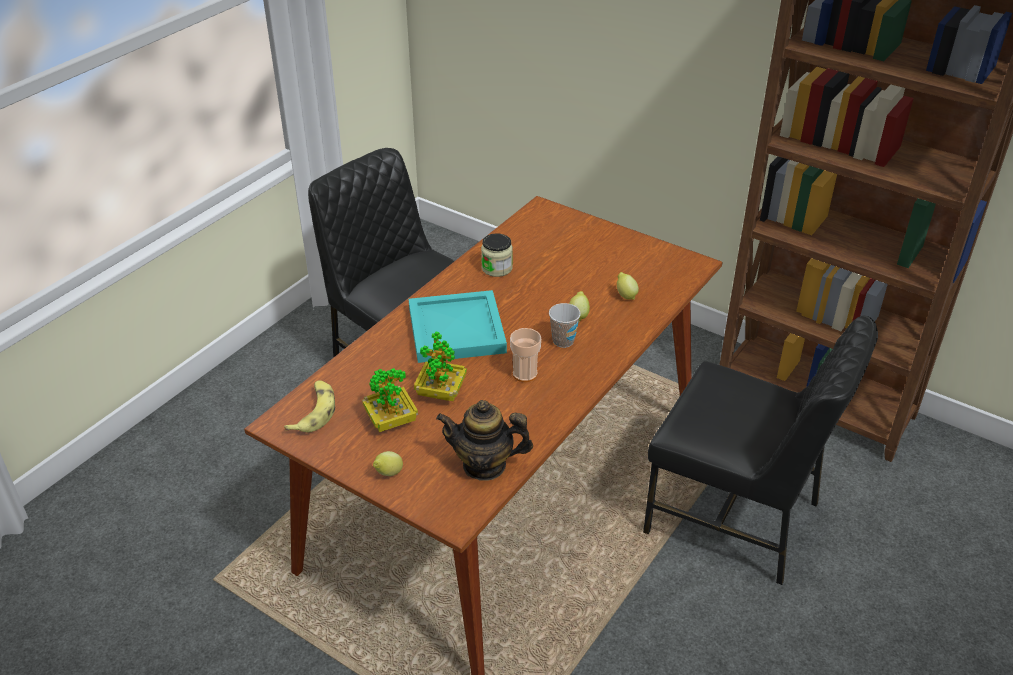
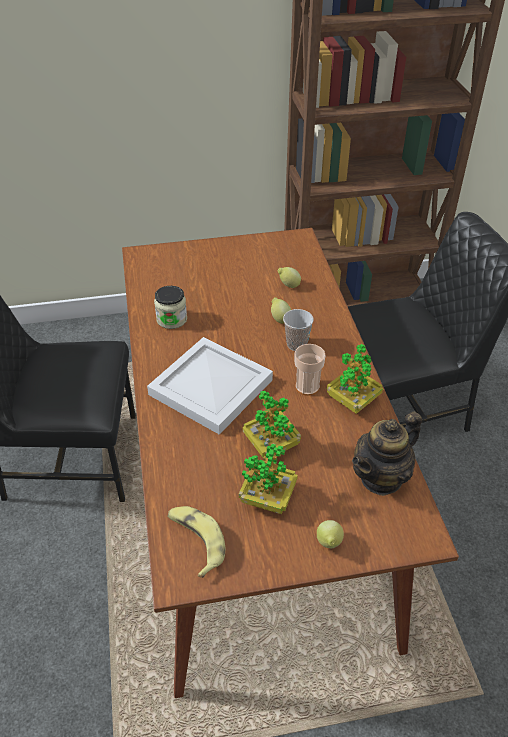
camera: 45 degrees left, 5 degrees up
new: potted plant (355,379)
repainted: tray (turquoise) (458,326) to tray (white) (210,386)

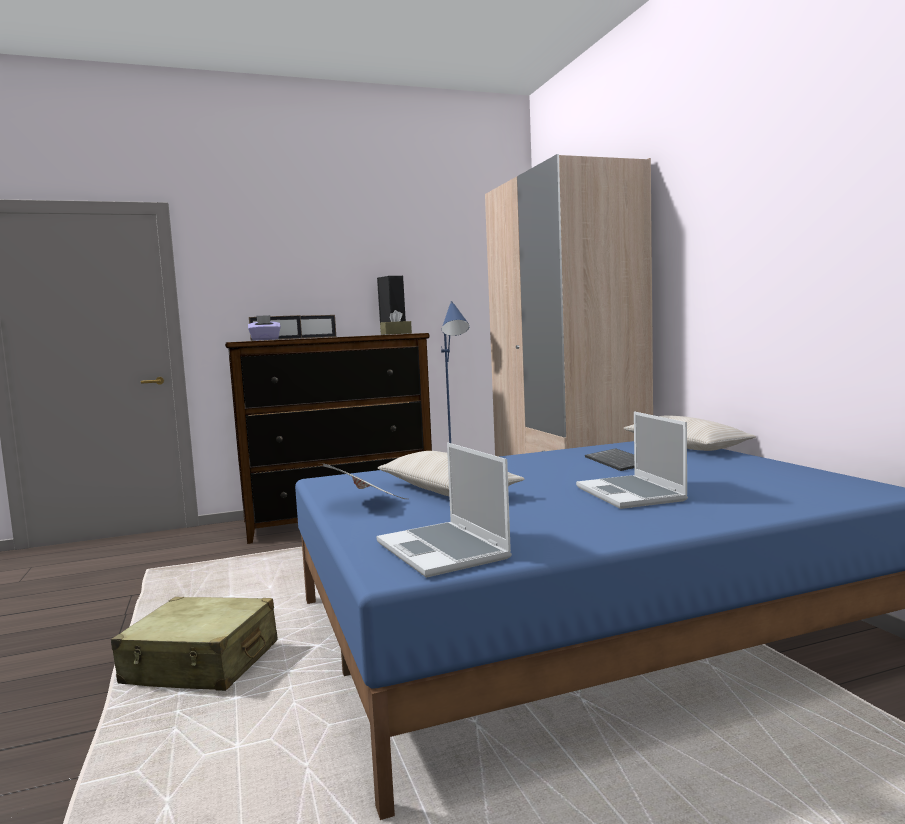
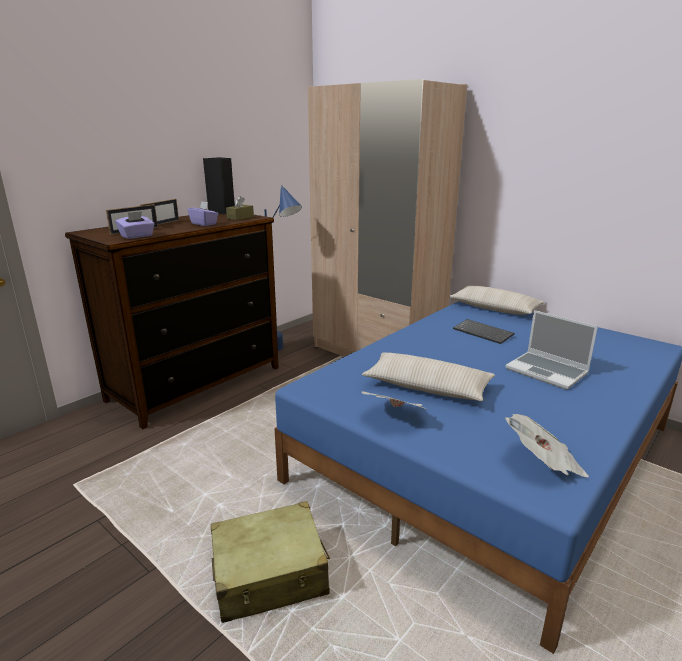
camera: 30 degrees left, 15 degrees up
new: tissue box (purple) (203,213)
swapped: laptop (444,510) to newspaper (547,445)

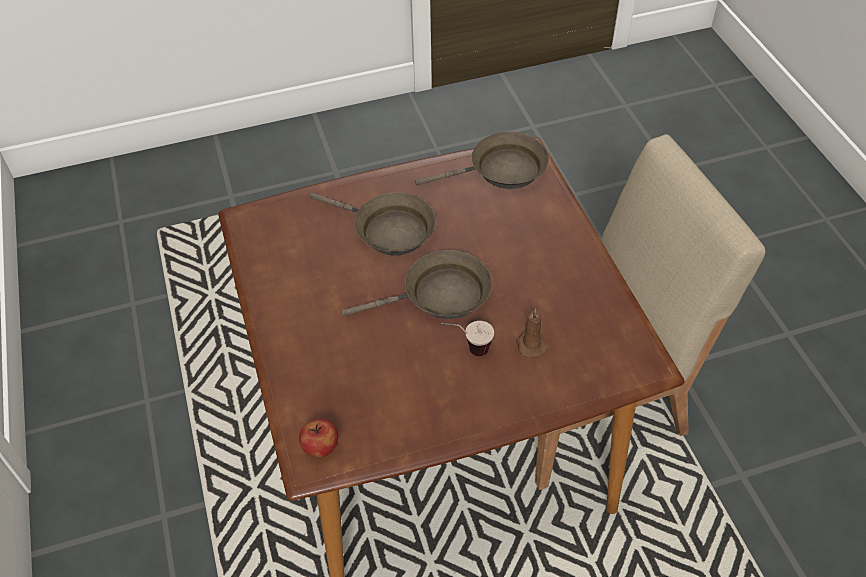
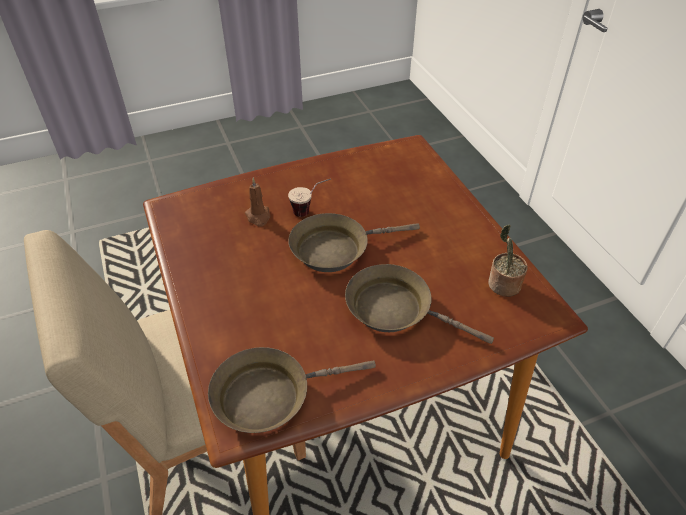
camera: 175 degrees right, 5 degrees down
gone: apple (318,438)
new: potted plant (508,261)

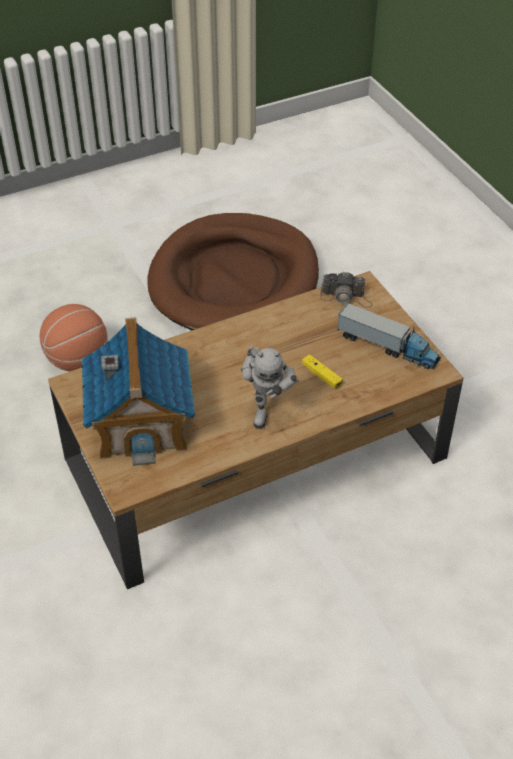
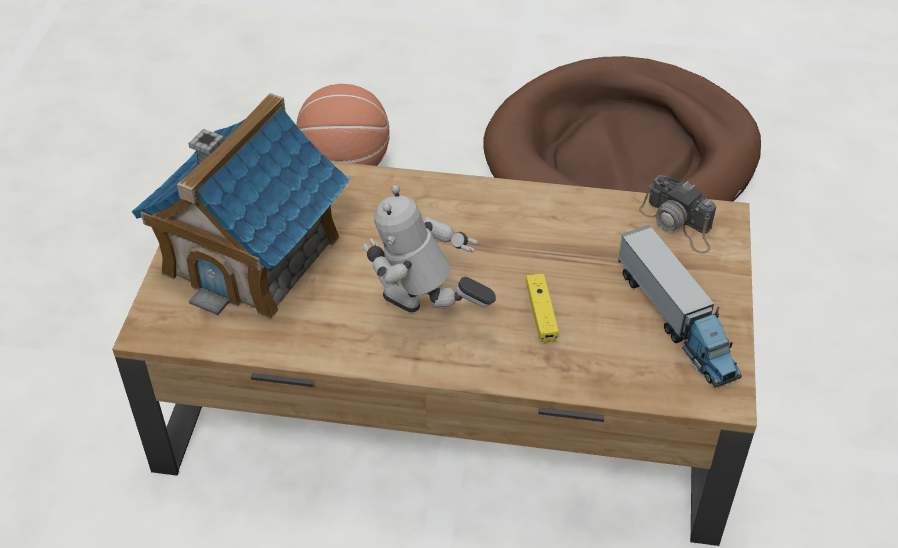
camera: 35 degrees right, 0 degrees up
rotated: toy robot (270,387) = (429,248) 75 degrees clockwise

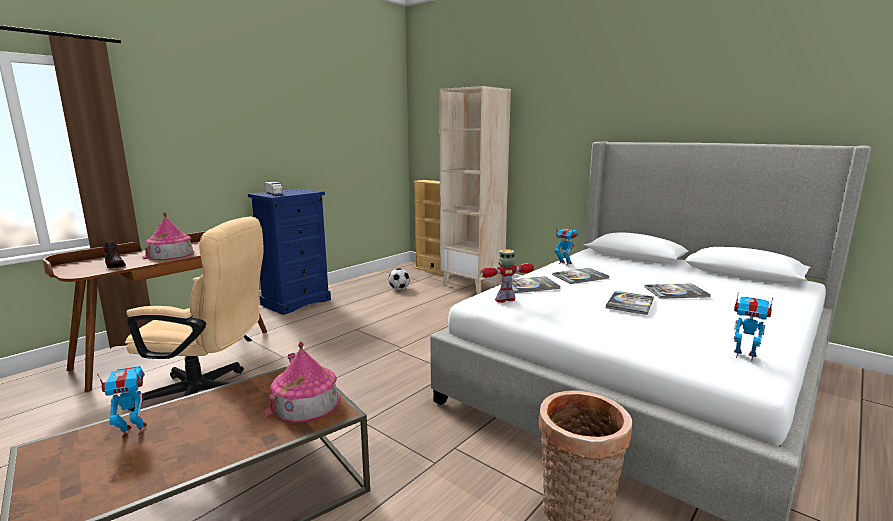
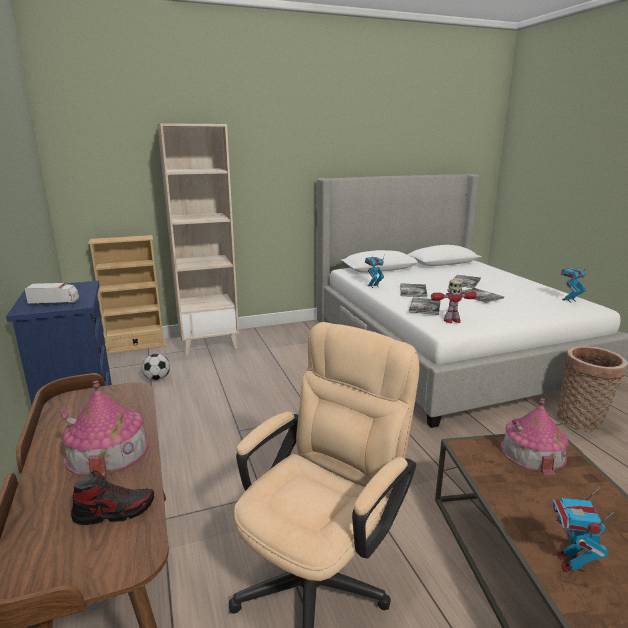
camera: 60 degrees left, 5 degrees up
rotated: toy robot (507,276) = (454,301) 105 degrees counterclockwise

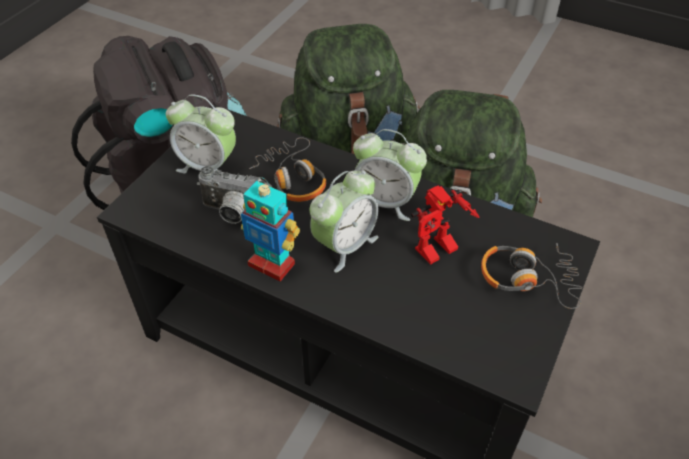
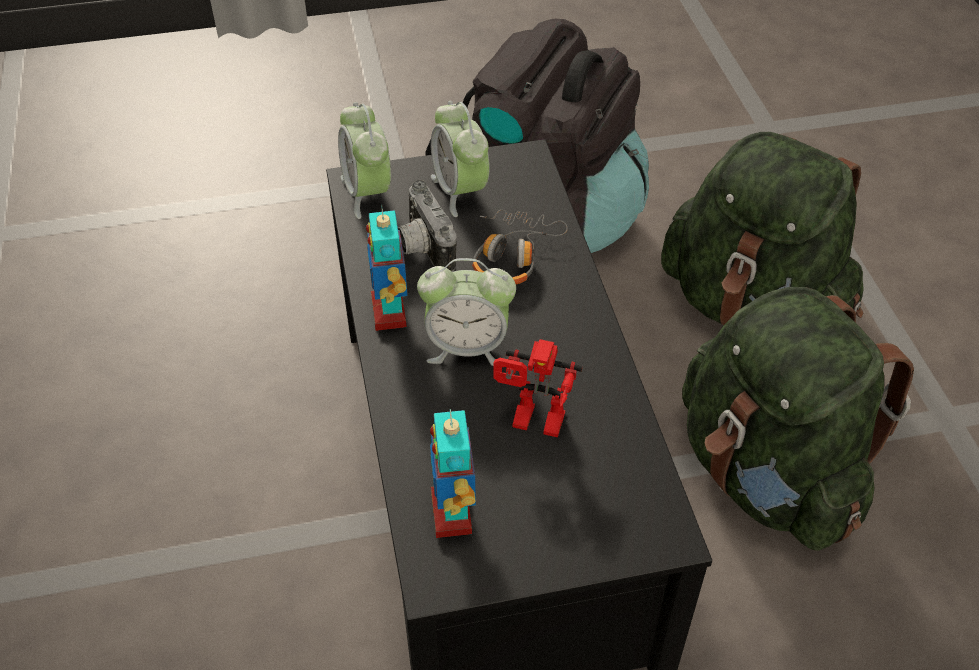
camera: 50 degrees right, 0 degrees up
gone: headphones (531,276)
new: toy robot (453,473)
shifted: alarm clock (390,175) to (364,160)

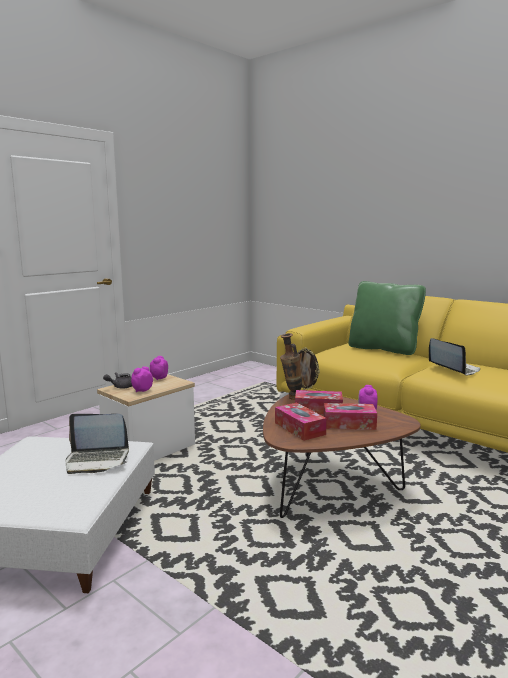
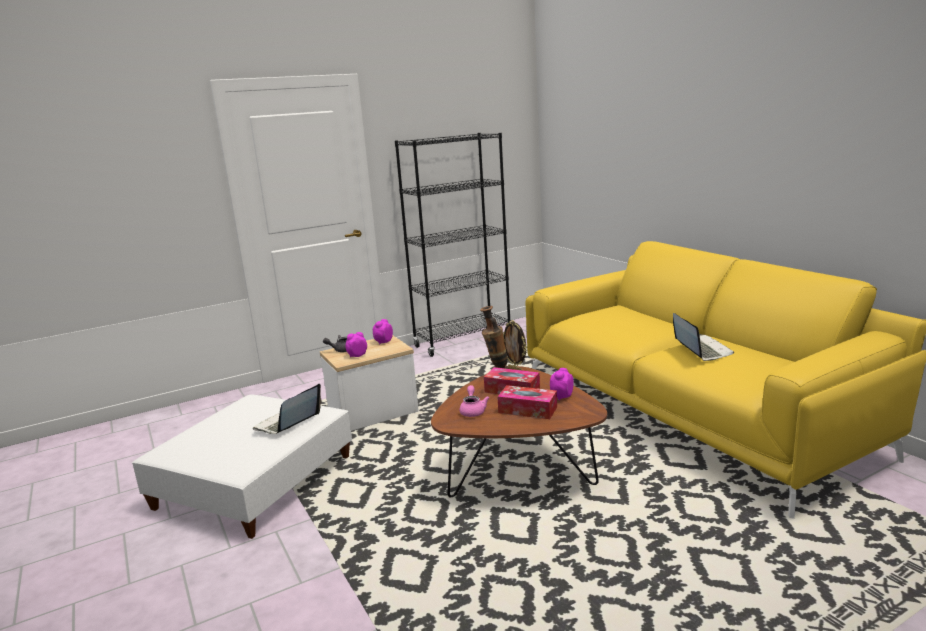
camera: 20 degrees right, 5 degrees up
gone: pillow (green) (387,318)
new: bookcase (black) (453,245)
swapped: tissue box (301,422) to teapot (pink) (475,401)
rotated: laptop (97,444) = (287,409) 105 degrees clockwise

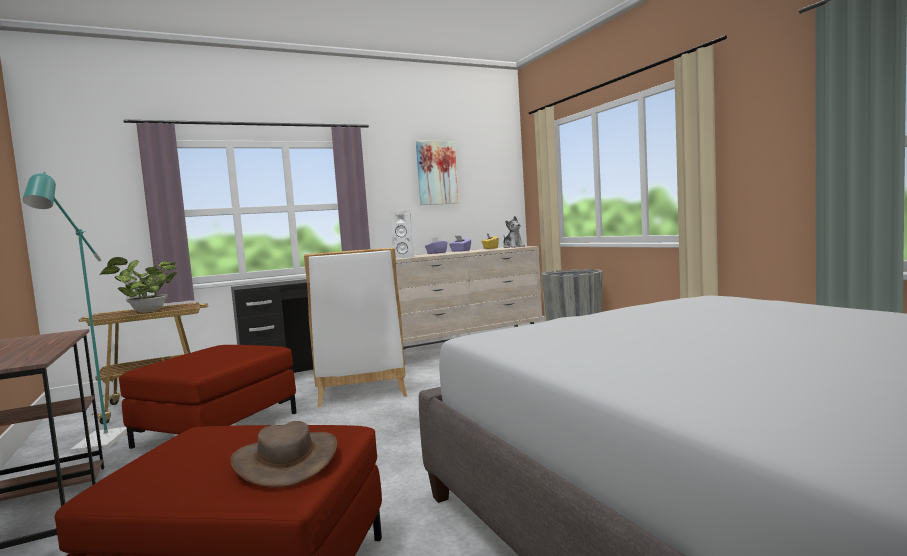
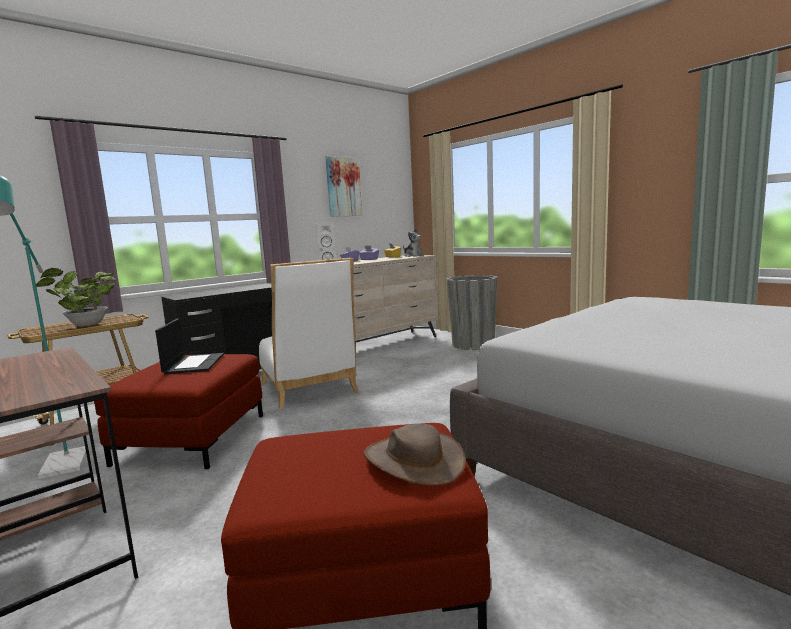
camera: 15 degrees left, 5 degrees up
new: laptop (189,346)

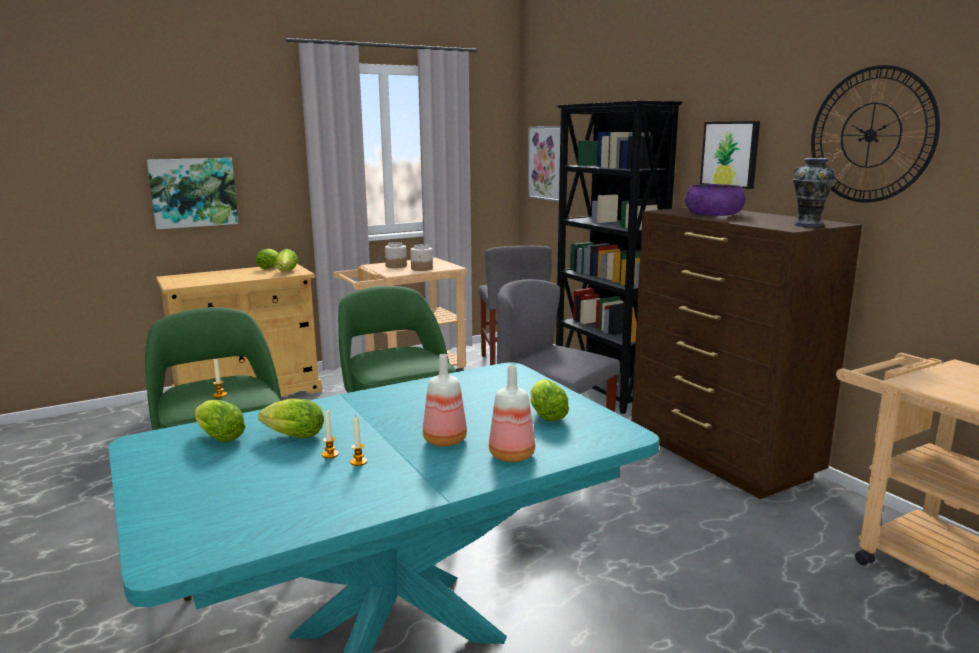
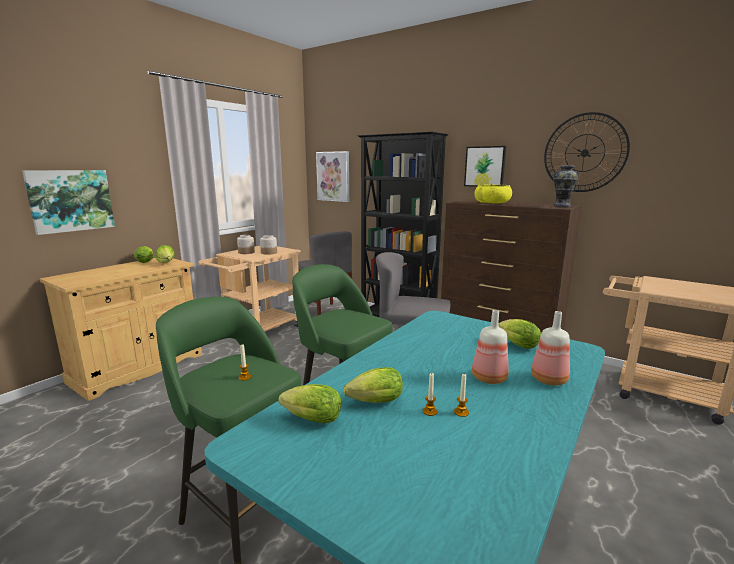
camera: 25 degrees left, 0 degrees up
repainted: bowl (purple) (714,200) to bowl (yellow) (493,193)

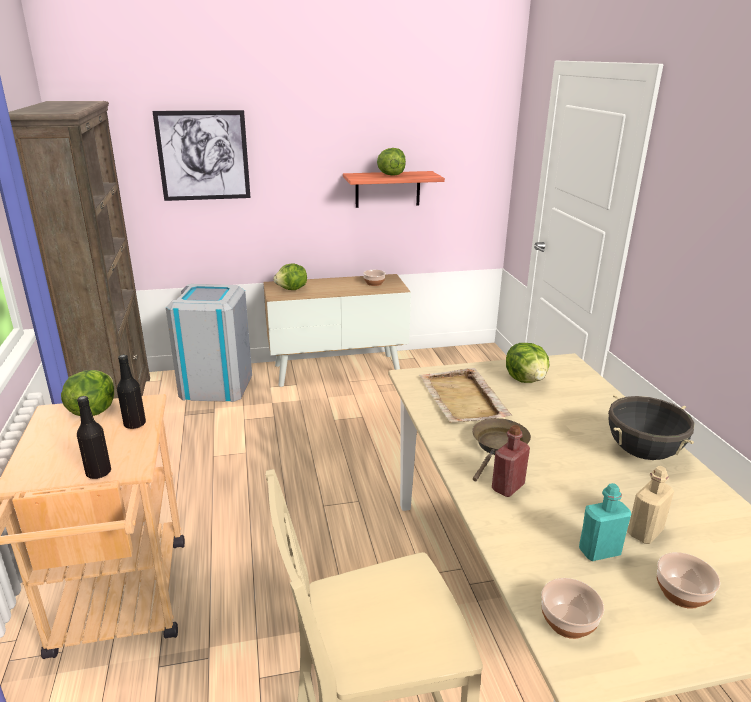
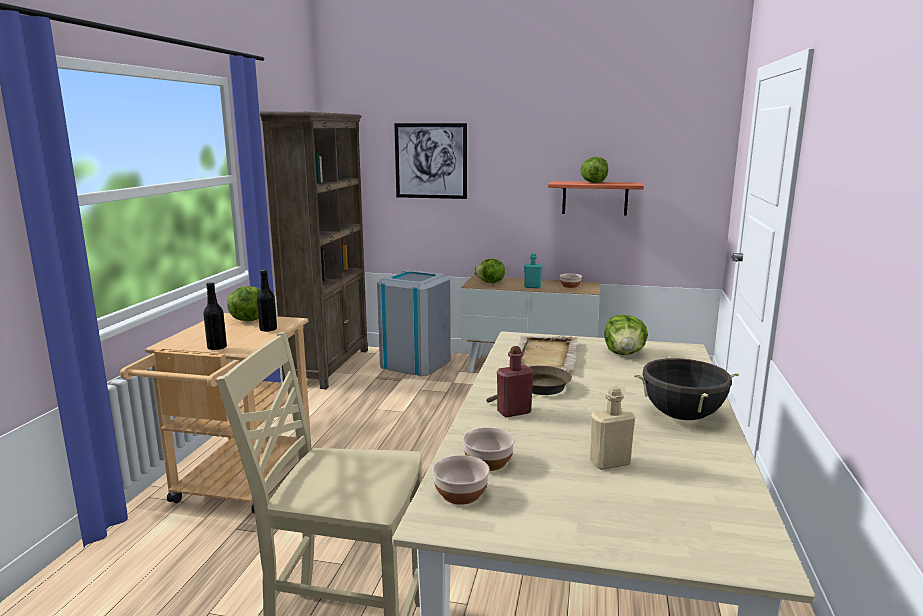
camera: 25 degrees right, 10 degrees down
shifted: bottle (turquoise) (605,522) to (533,270); bowl (688,580) to (489,449)

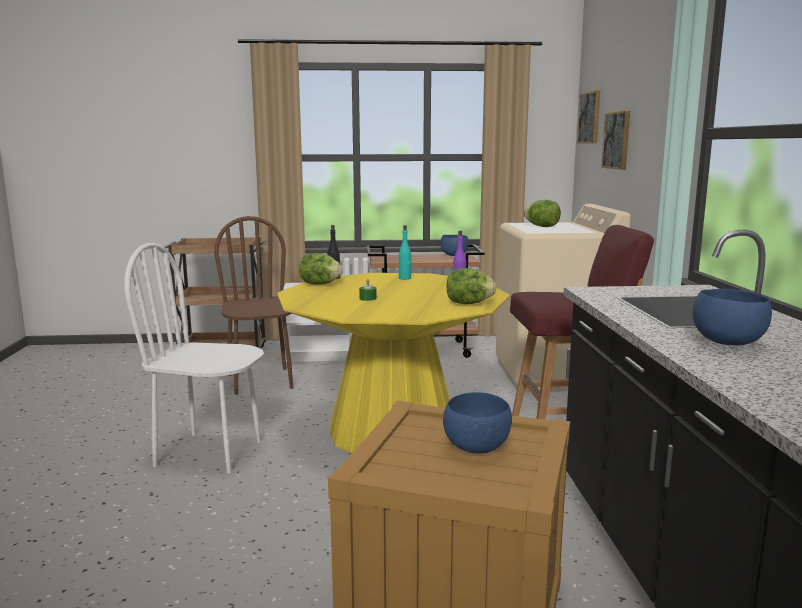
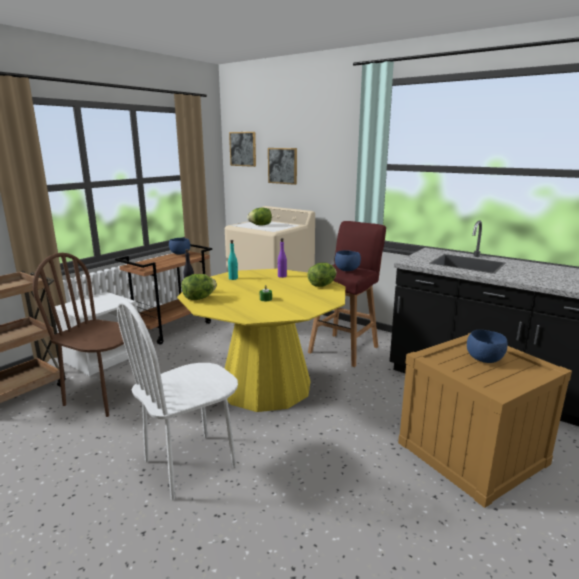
camera: 50 degrees left, 5 degrees up
shifted: bowl (blue) (732,317) to (348,260)

